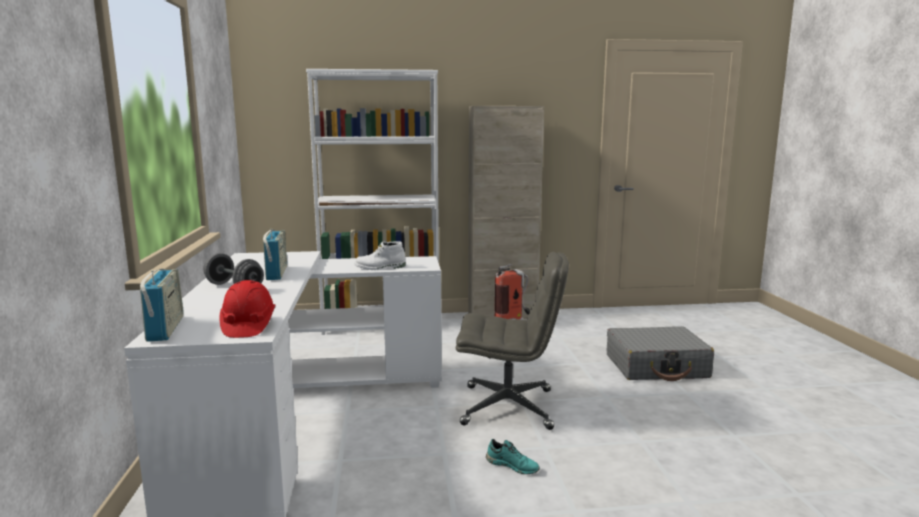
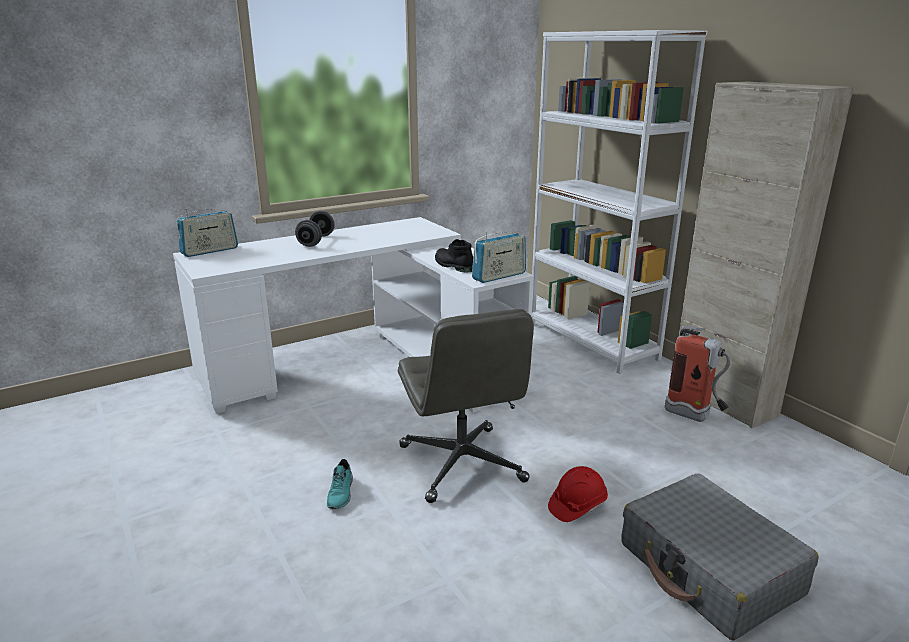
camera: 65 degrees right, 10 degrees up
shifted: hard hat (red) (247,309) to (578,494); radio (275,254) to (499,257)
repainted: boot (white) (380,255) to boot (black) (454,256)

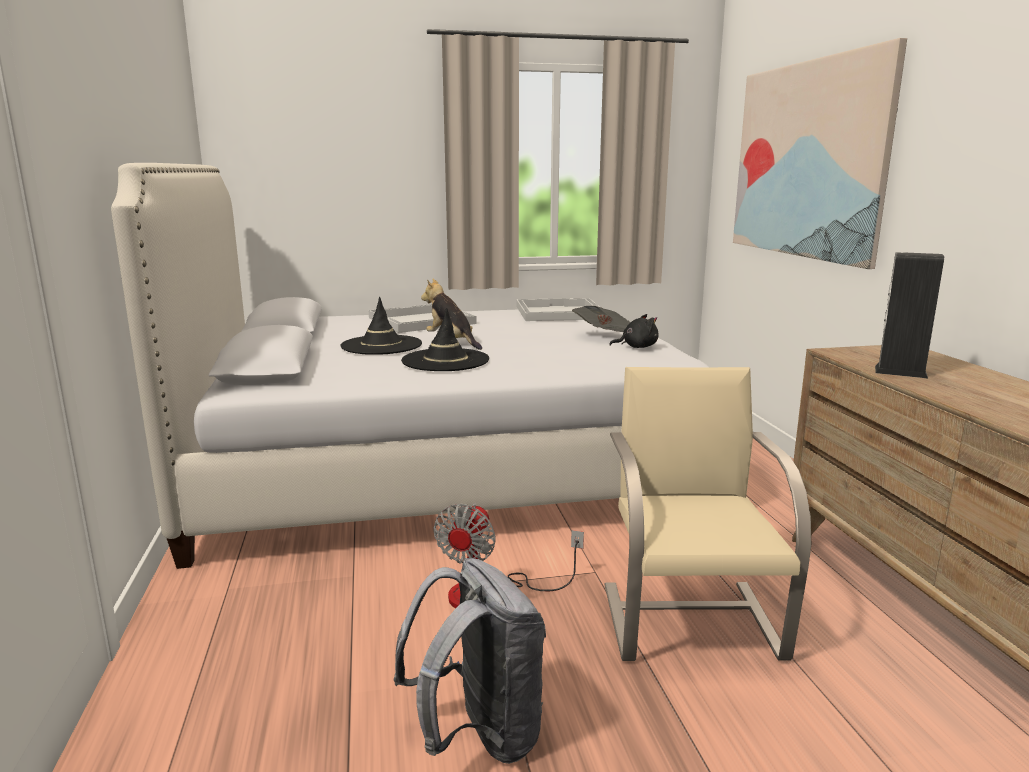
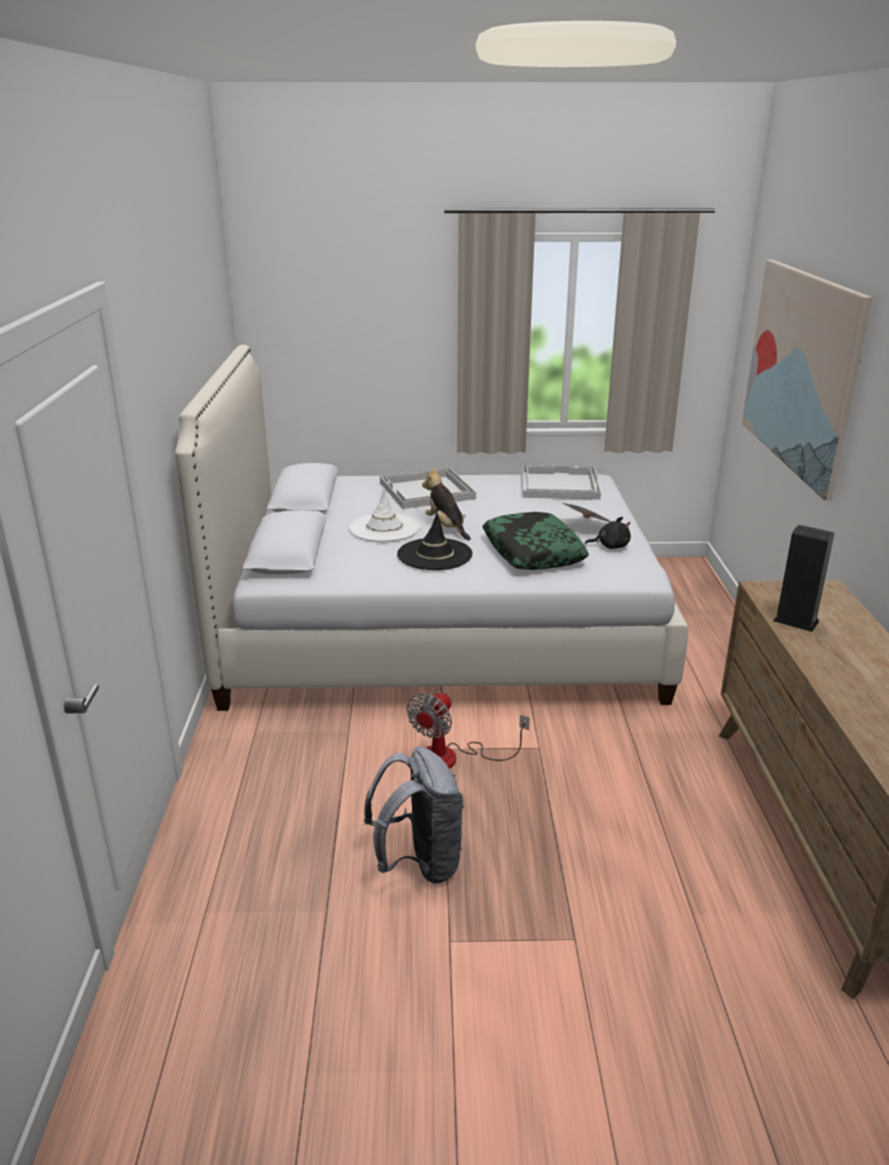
camera: 10 degrees right, 10 degrees up
gone: chair (beige) (707,514)
new: pillow (536,541)
repainted: hat (black) (381,326) to hat (white) (384,514)

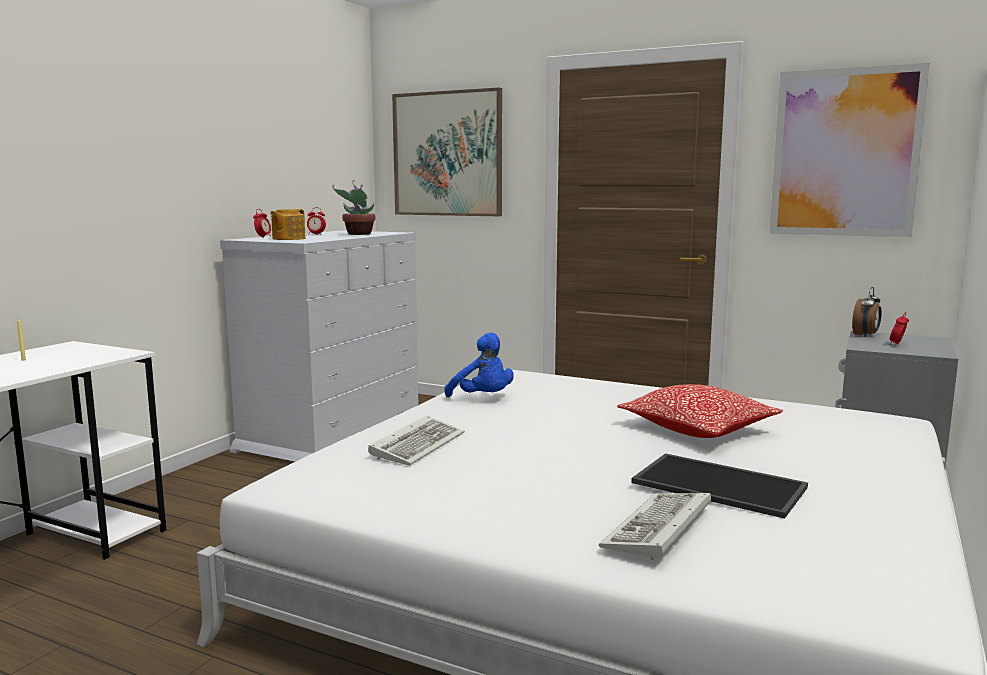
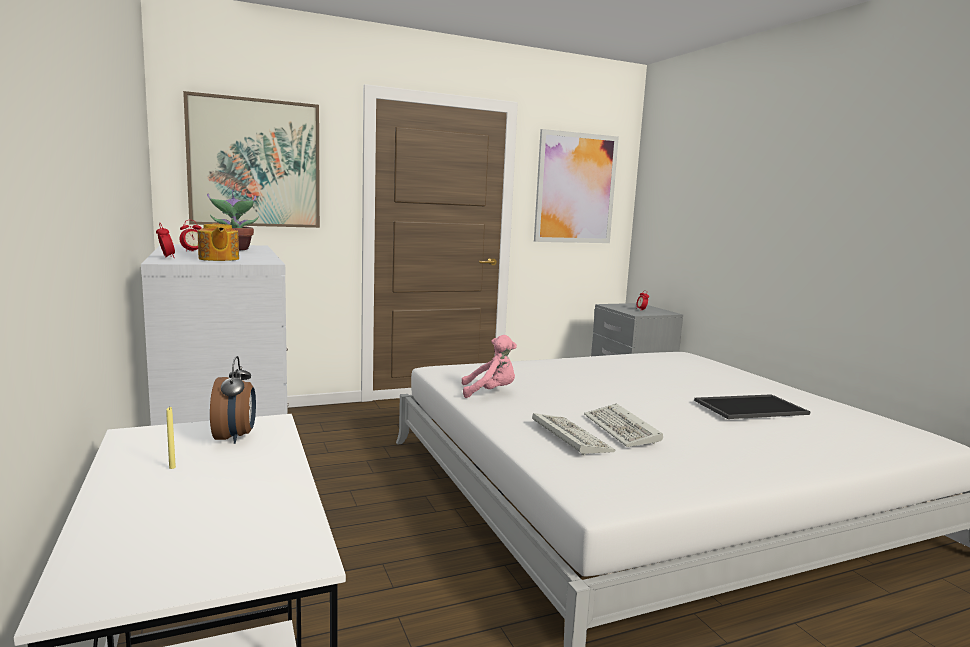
camera: 50 degrees left, 0 degrees up
gone: pillow (700,411)
shifted: keyboard (655,526) to (623,425); alarm clock (867,312) to (233,400)
repainted: plush toy (blue) (479,365) to plush toy (pink) (489,366)

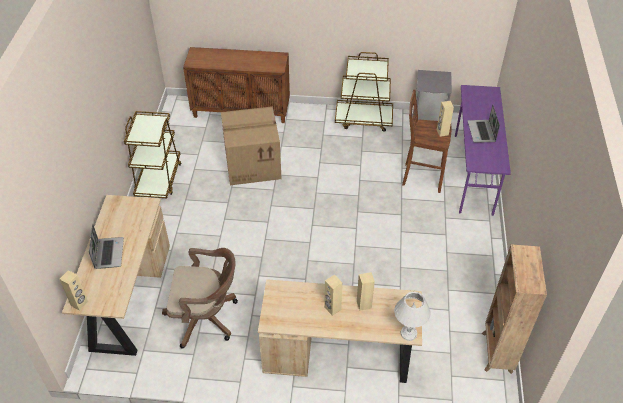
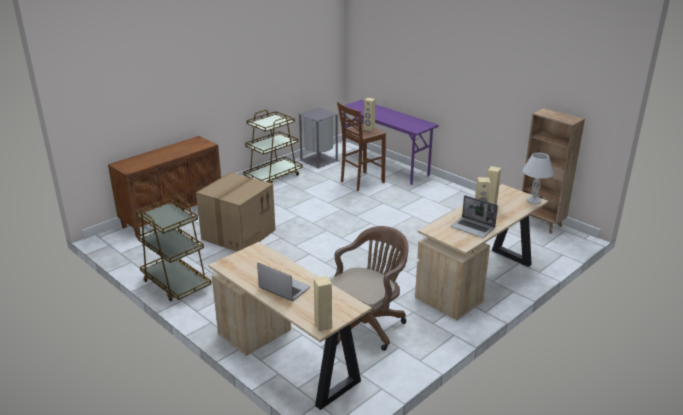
camera: 50 degrees left, 20 degrees down
shifted: laptop (484,123) to (474,216)

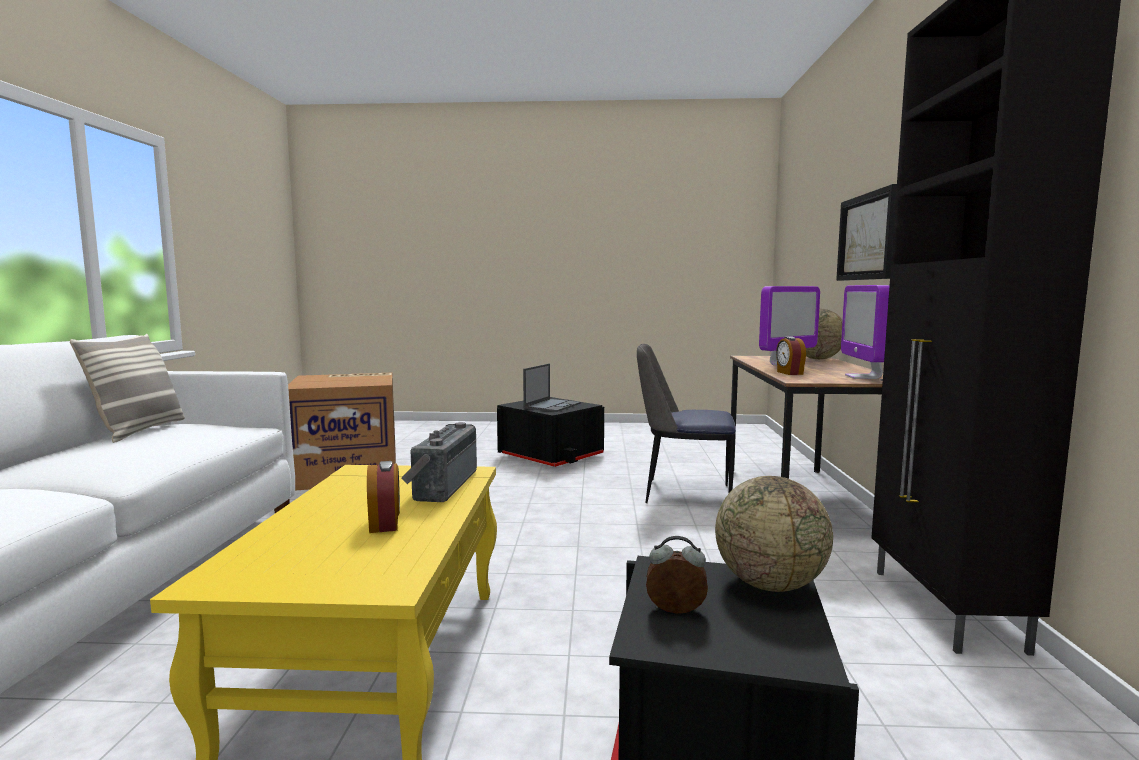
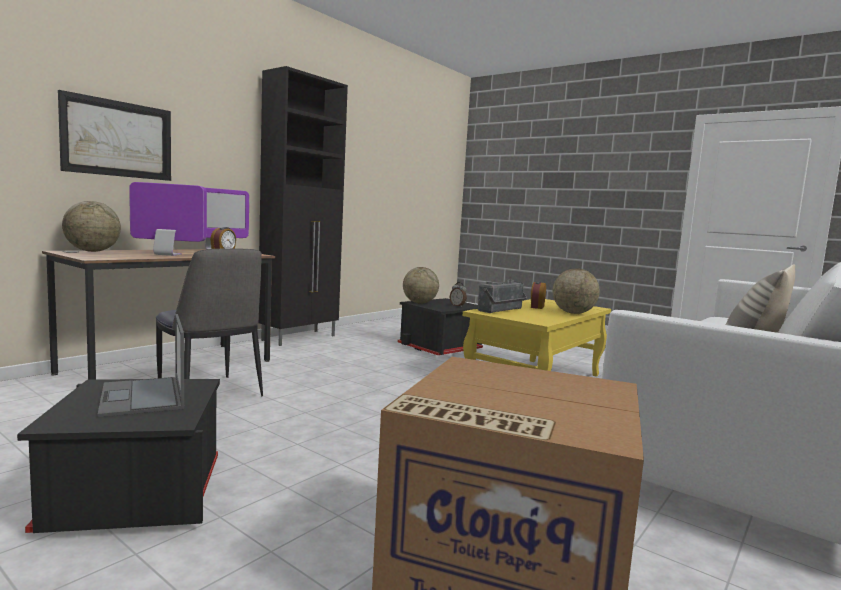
camera: 145 degrees left, 0 degrees up
new: globe (576,291)
rotated: laptop (552,388) = (141,365) 90 degrees counterclockwise

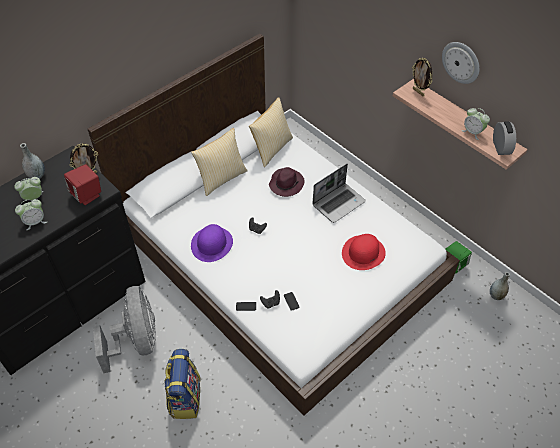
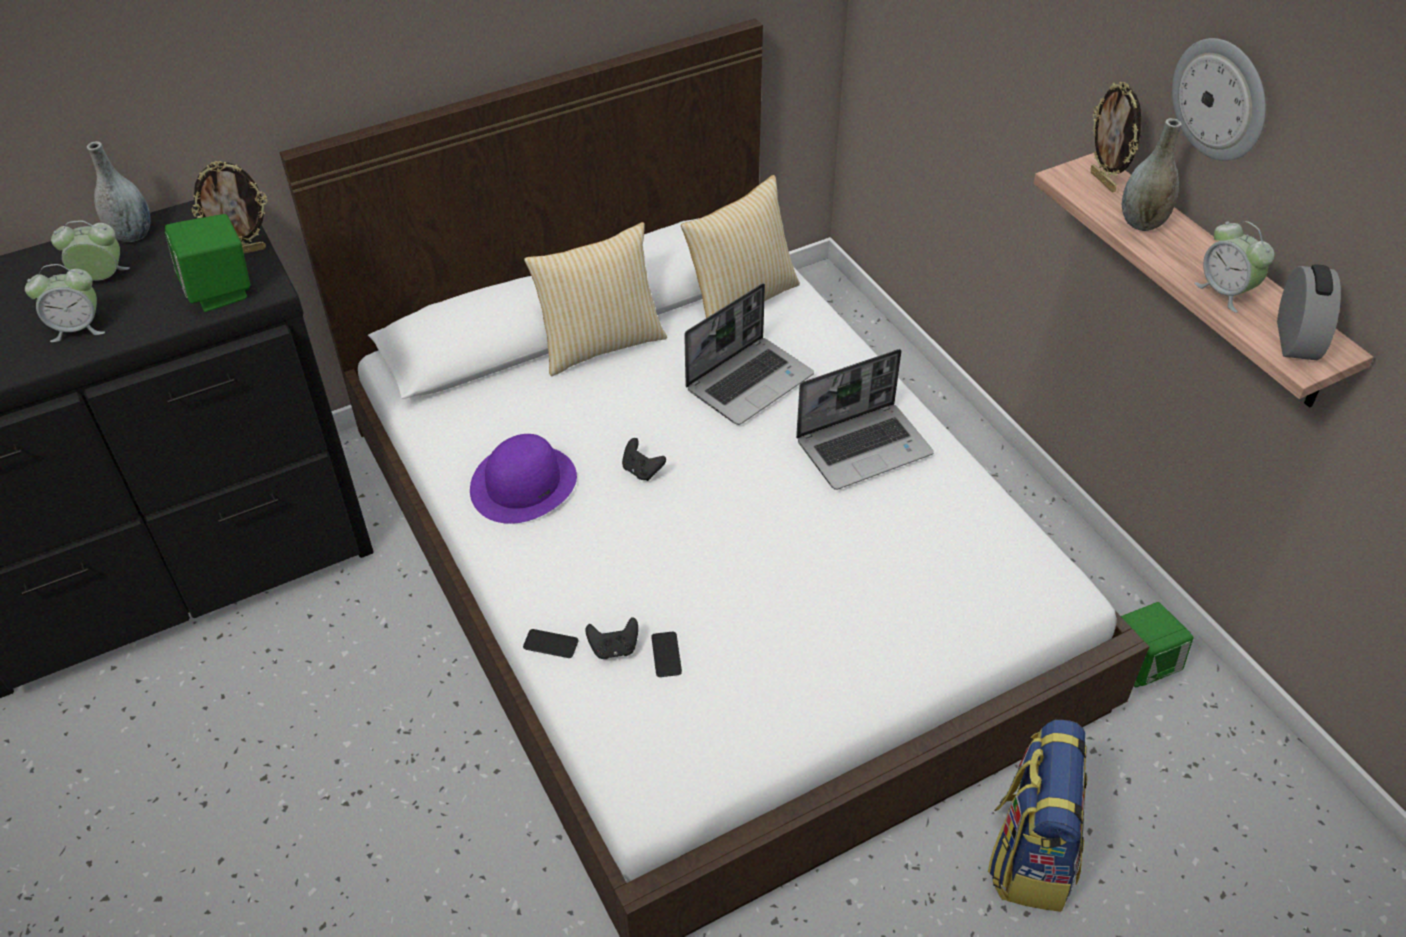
camera: 15 degrees right, 5 degrees down
gone: fan (grey) (124,329); hat (red) (364,252)
shifted: backpack (182,384) to (1037,816); vase (grey) (500,286) to (1151,174)
swapped: hat (purple) (287,182) to laptop (749,354)
repainted: speaker (red) (82,184) to speaker (green) (207,263)

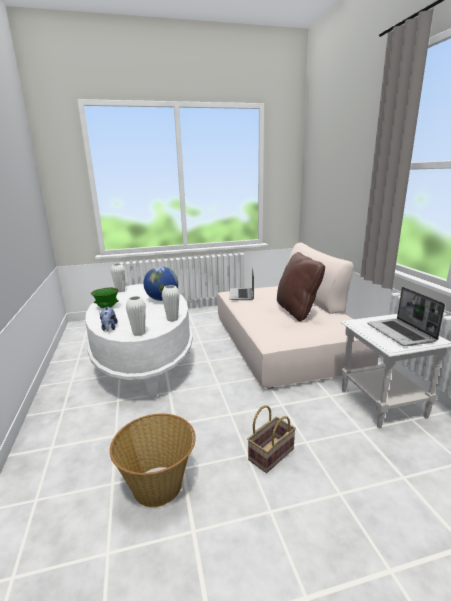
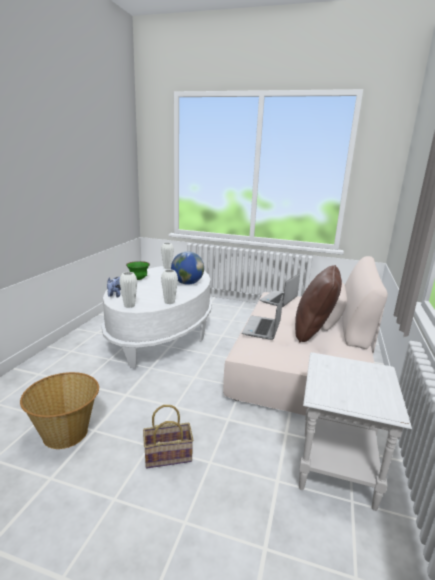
camera: 30 degrees right, 0 degrees up
shifted: laptop (406,316) to (262,317)

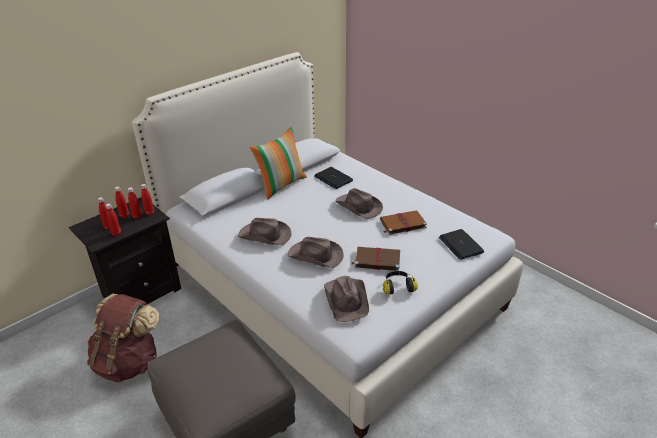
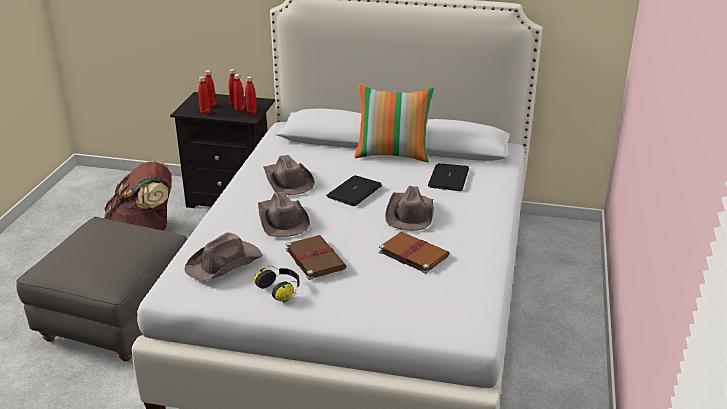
camera: 55 degrees right, 5 degrees down
shifted: laptop (461,244) to (354,190)

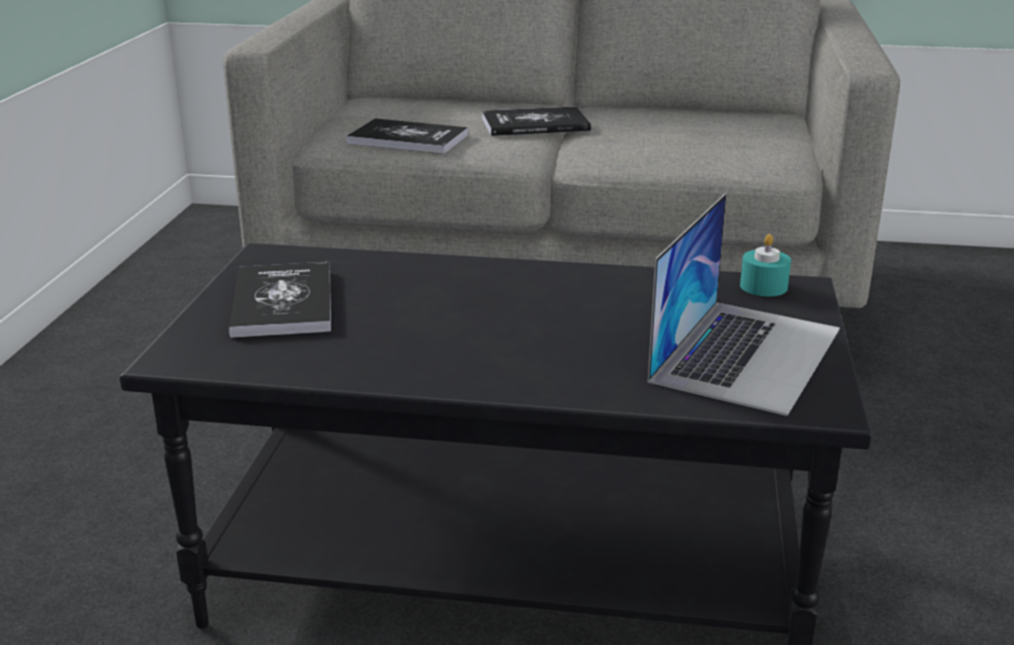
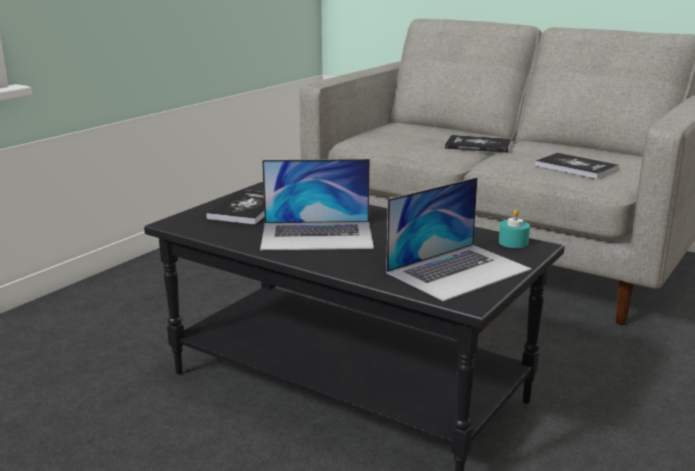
camera: 25 degrees right, 5 degrees down
new: laptop (317,204)
shifted: book (407,136) to (577,166)

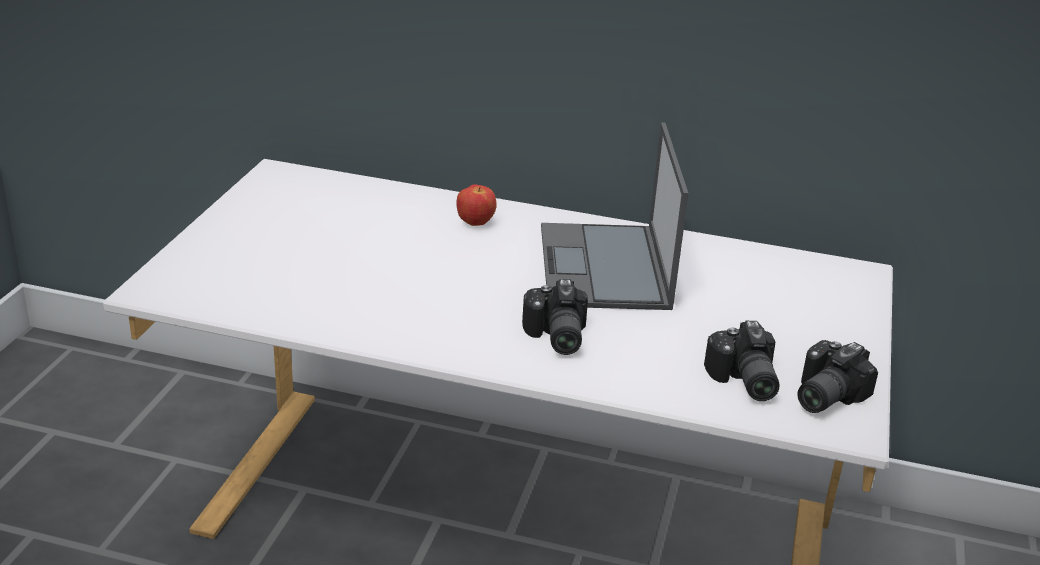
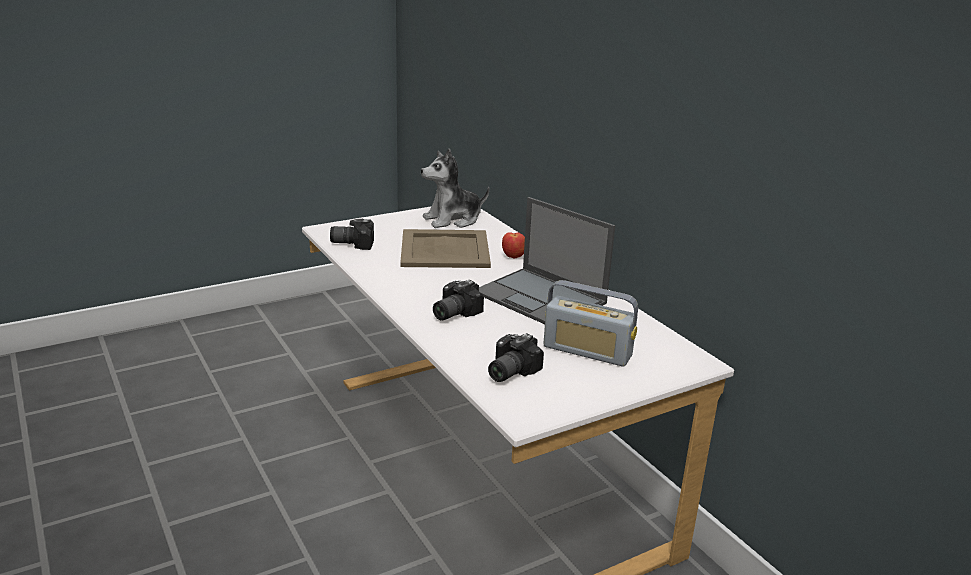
camera: 45 degrees right, 5 degrees down
new: tray (beige) (445,248); plush toy (455,188); radio (590,323)
shifted: photo camera (837,376) to (352,234)
rotated: laptop (615,216) = (547,260) 90 degrees counterclockwise

